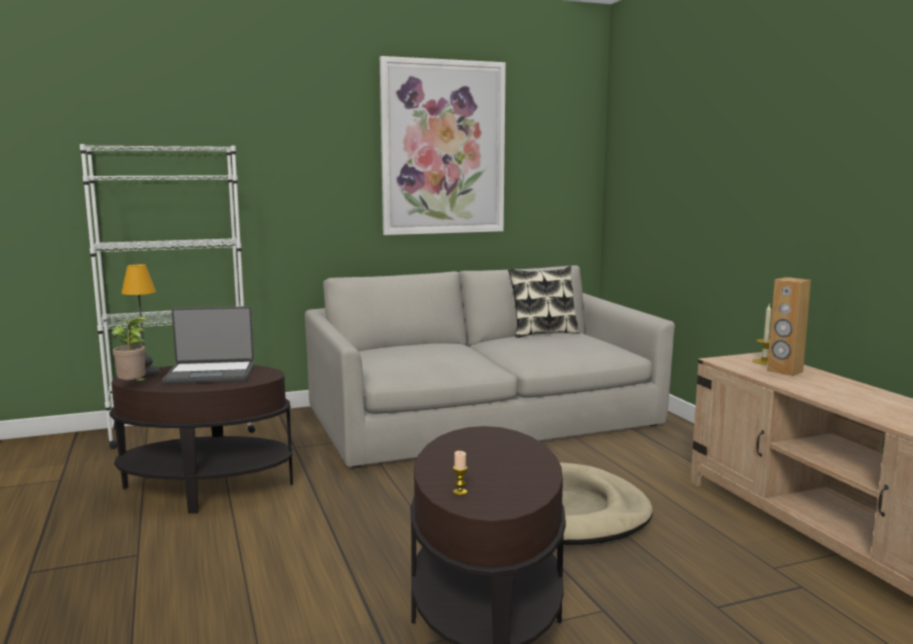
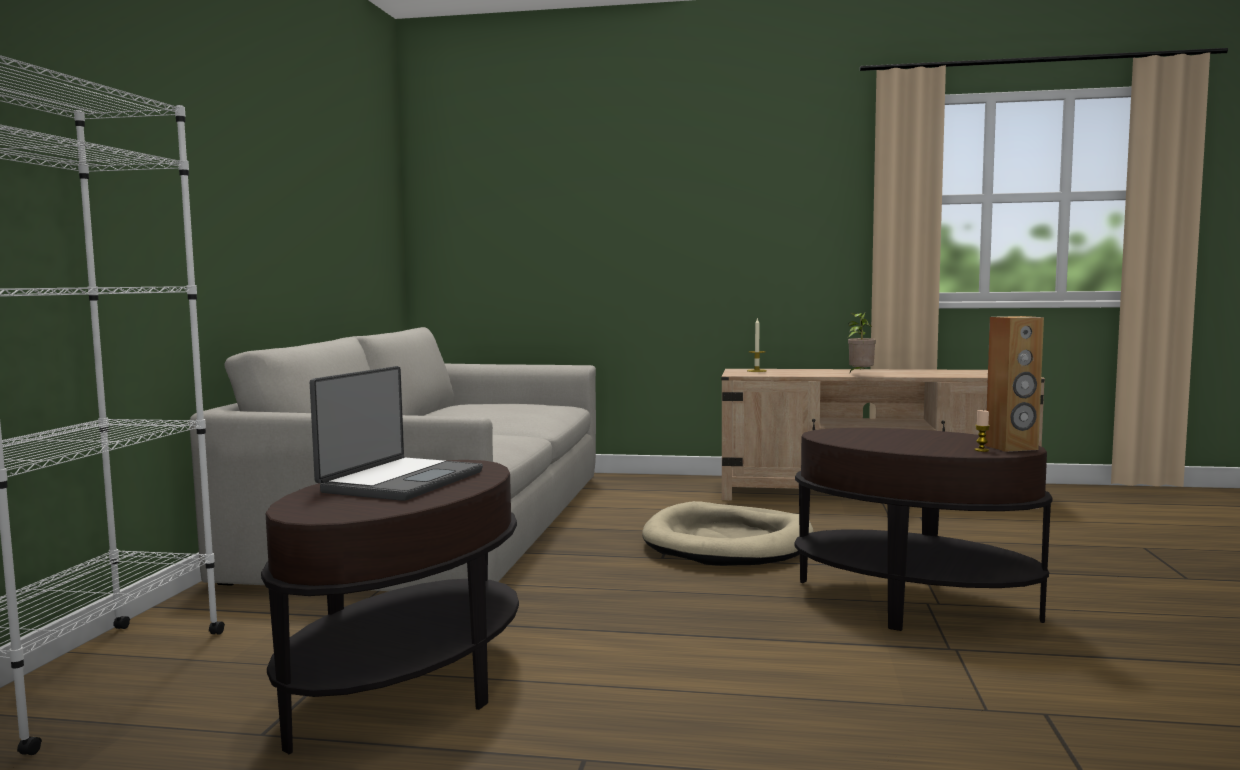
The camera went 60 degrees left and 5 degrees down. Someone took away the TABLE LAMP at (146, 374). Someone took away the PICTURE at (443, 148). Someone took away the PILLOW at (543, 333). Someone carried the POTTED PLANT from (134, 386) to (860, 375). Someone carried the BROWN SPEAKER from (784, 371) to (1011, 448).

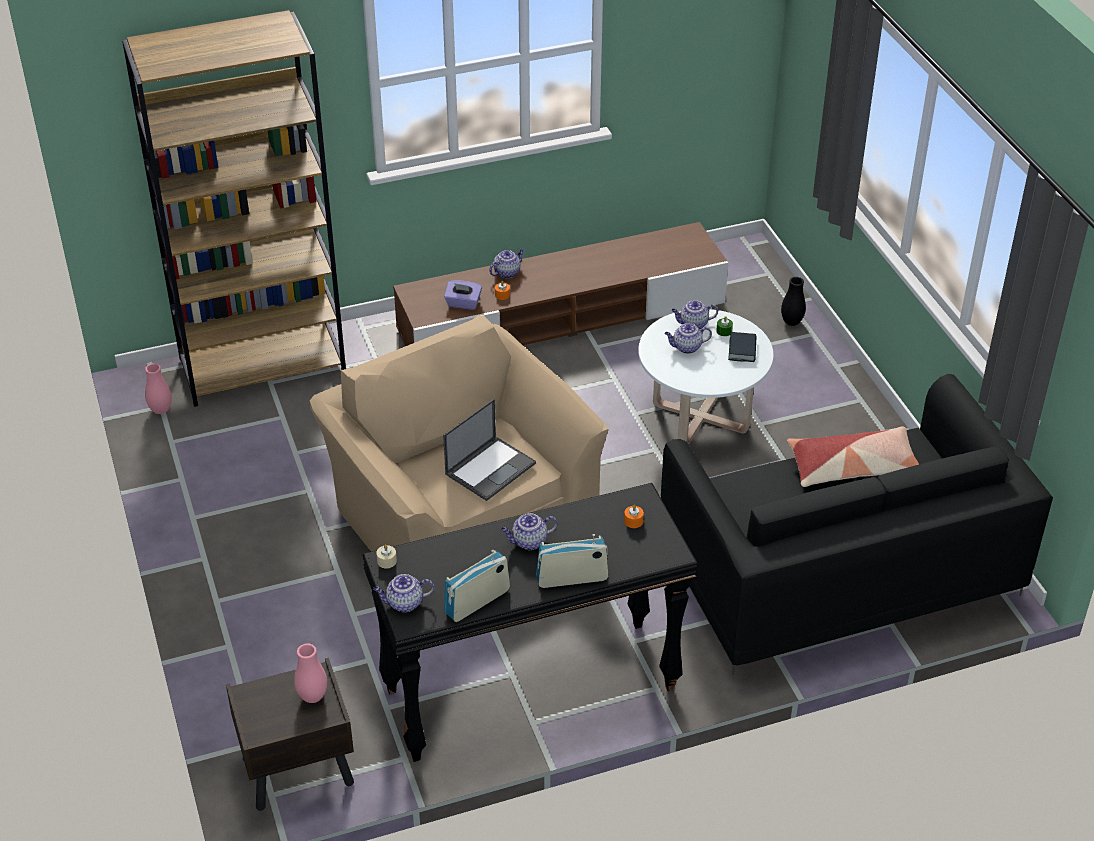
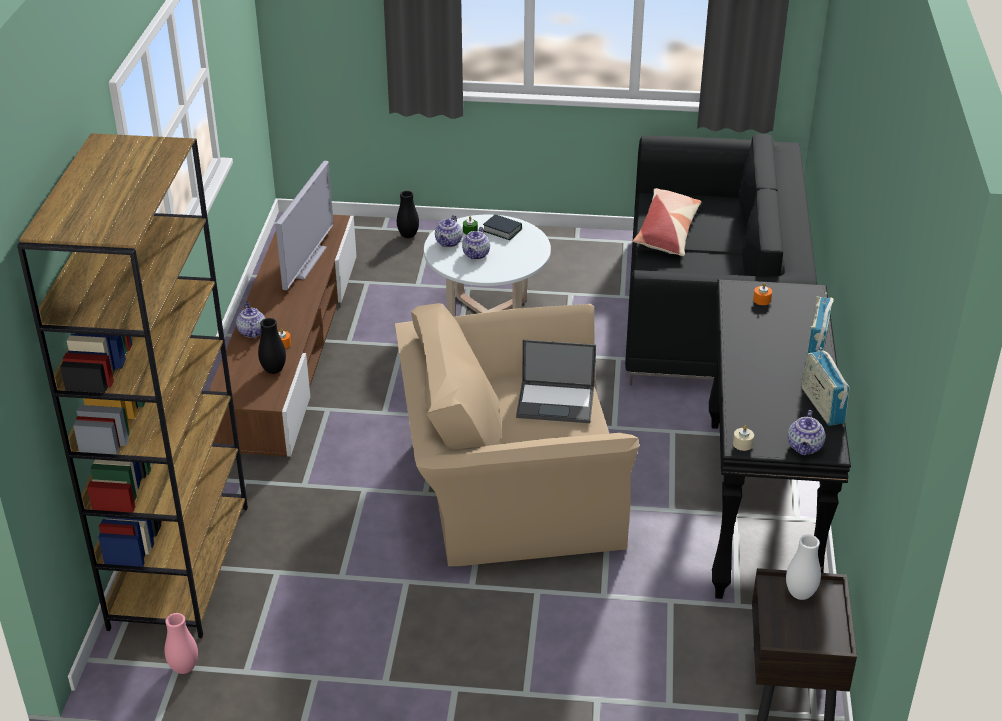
The camera went 65 degrees left and 5 degrees down. Someone took away the TEAPOT at (528, 542). Someone put down the TELEVISION at (305, 261). Someone swapped the PURPLE TISSUE BOX at (463, 304) for the BLACK VASE at (273, 370). Someone repainted the PINK VASE at (312, 697), which became the WHITE VASE at (800, 594). Someone rotated the LAPTOP at (491, 468) by 120 degrees clockwise.

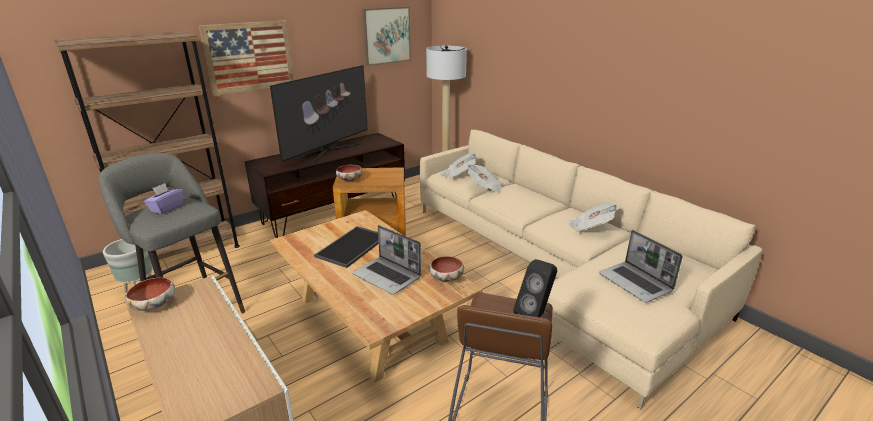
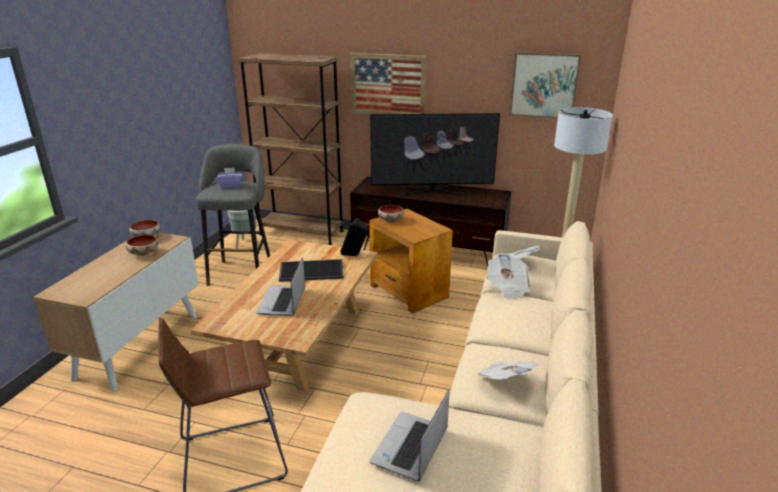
The camera went 55 degrees right and 0 degrees up. Someone carried the BOWL from (446, 278) to (143, 253). Someone carried the BLACK SPEAKER from (535, 317) to (355, 255).

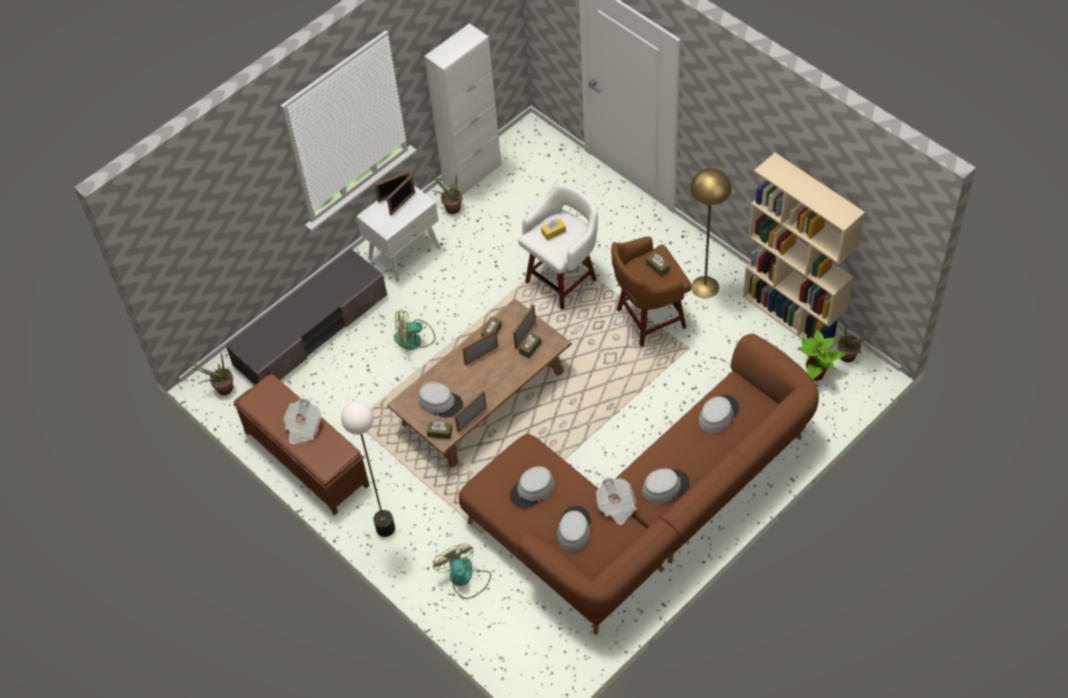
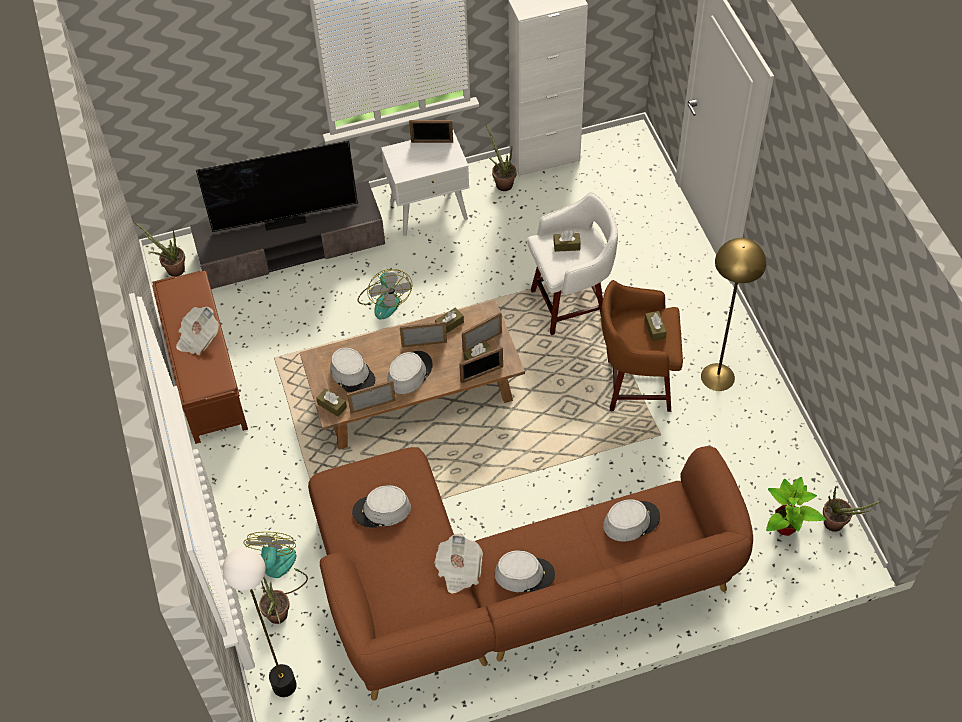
The camera went 25 degrees right and 0 degrees up. Someone took away the BEIGE BOOKCASE at (793, 316). Someone put down the TELEVISION at (285, 218). Someone put down the POTTED PLANT at (277, 619). Someone carried the FLOOR LAMP from (385, 528) to (284, 685). Someone carried the PICTURE FRAME from (402, 203) to (482, 374). Someone carried the GREY HAT from (574, 529) to (409, 373). Someone repainted the YELLOW TISSUE BOX at (553, 232), which became the BROWN TISSUE BOX at (566, 245). Someone rotated the FAN at (414, 339) by 120 degrees counterclockwise.

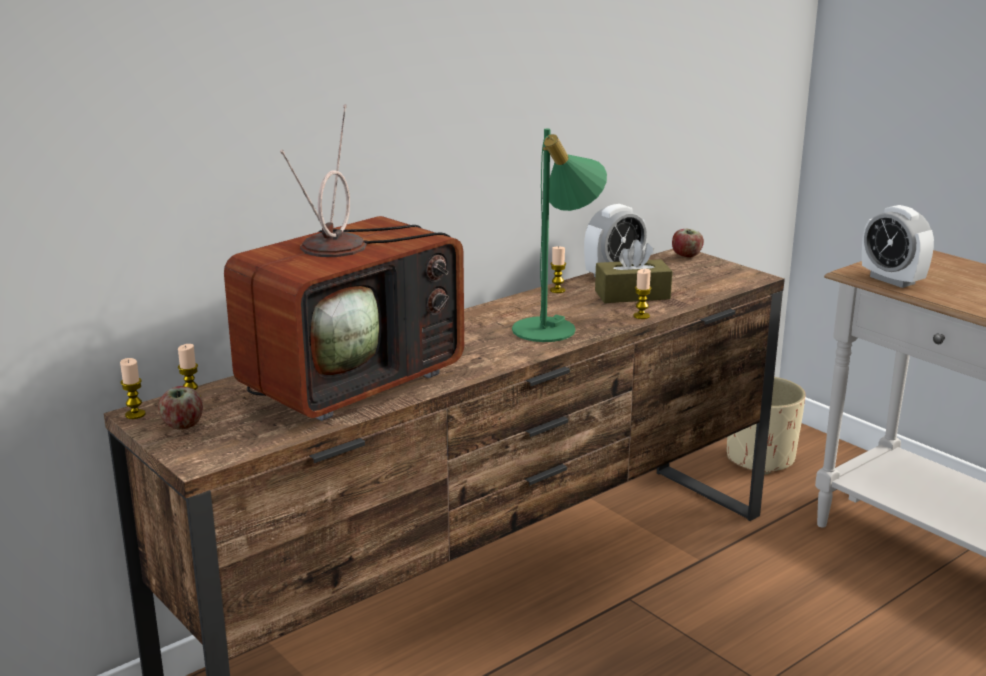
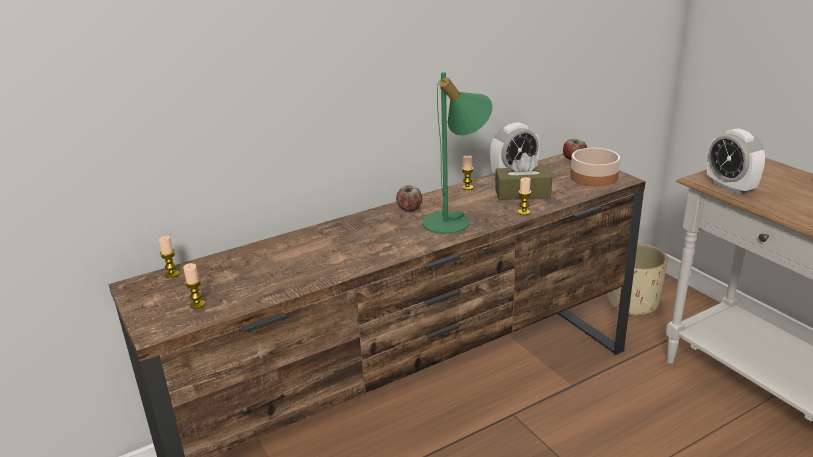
The camera went 10 degrees right and 5 degrees up. Someone took away the TELEVISION at (353, 379). Someone put down the BOWL at (594, 177). Someone carried the CANDLE from (135, 414) to (197, 304). Someone carried the APPLE from (182, 425) to (409, 209).

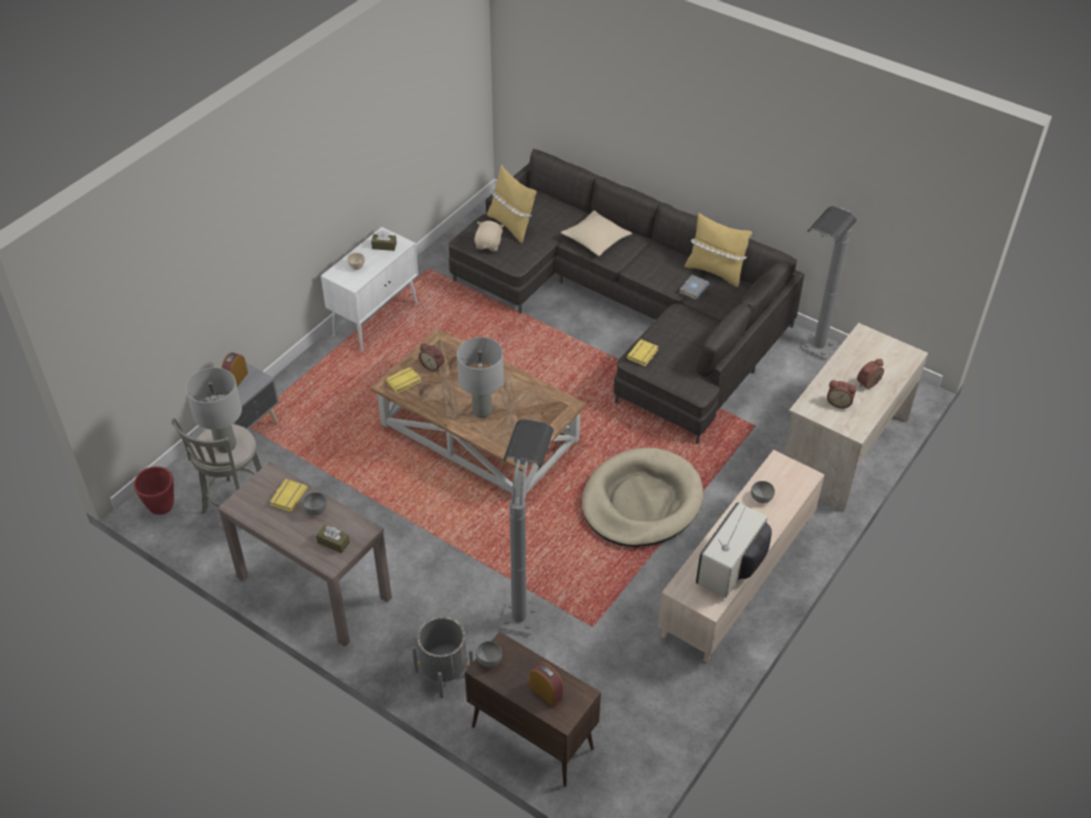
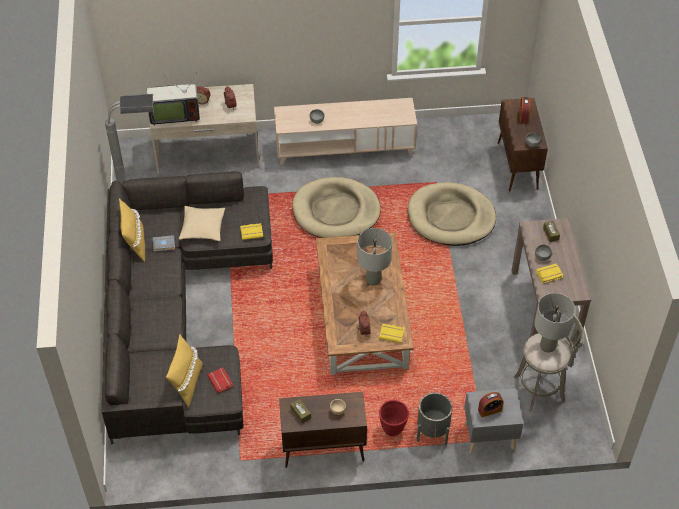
The camera went 130 degrees left and 5 degrees up. Someone carried the RED PLANTER from (161, 507) to (393, 428). Someone carried the GREY PLANTER from (444, 672) to (432, 430). Someone carried the BEIGE PILLOW from (596, 239) to (202, 227). Someone carried the TELEVISION from (733, 567) to (174, 115). Someone swapped the BEIGE PLUSH TOY at (489, 245) for the RED BOOK at (221, 381). Someone swapped the GREY FLOOR LAMP at (524, 600) for the BEIGE DOG BED at (451, 217). Someone repainted the WHITE CABINET at (376, 319), which became the BROWN CABINET at (322, 449).

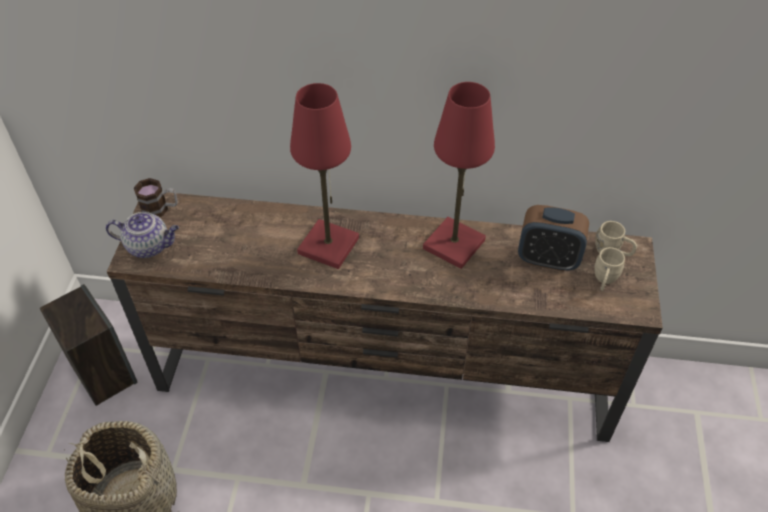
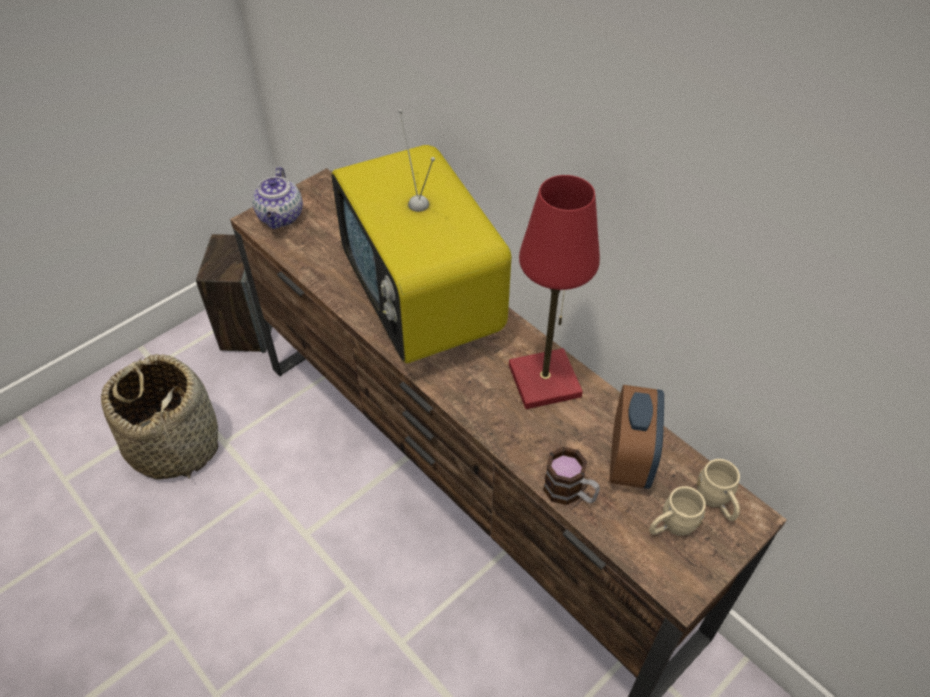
The camera went 40 degrees right and 0 degrees up. Someone carried the MUG from (160, 209) to (570, 492). Someone swapped the RED TABLE LAMP at (329, 246) for the TELEVISION at (424, 307). Someone rotated the TEAPOT at (149, 246) by 45 degrees clockwise. Someone rotated the ALARM CLOCK at (548, 259) by 135 degrees counterclockwise.

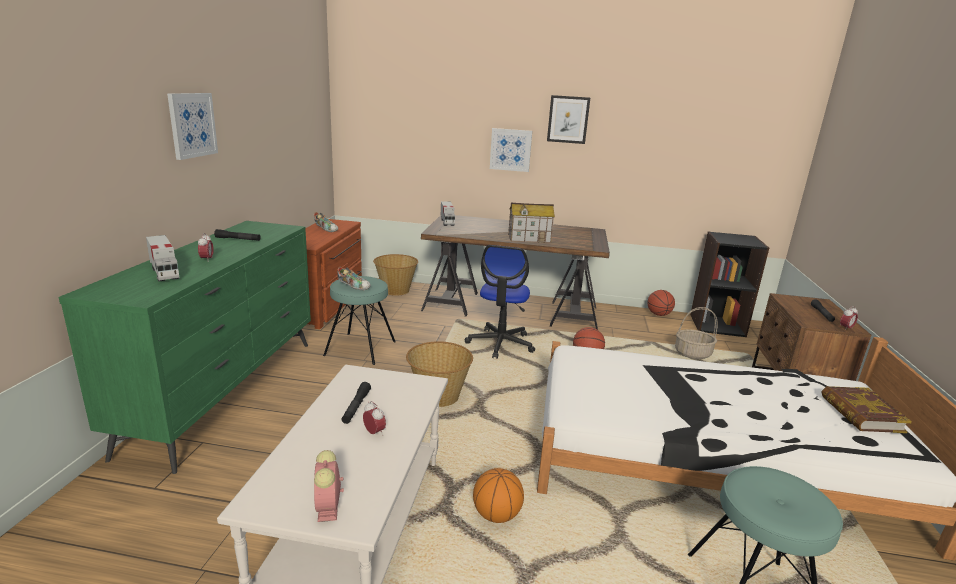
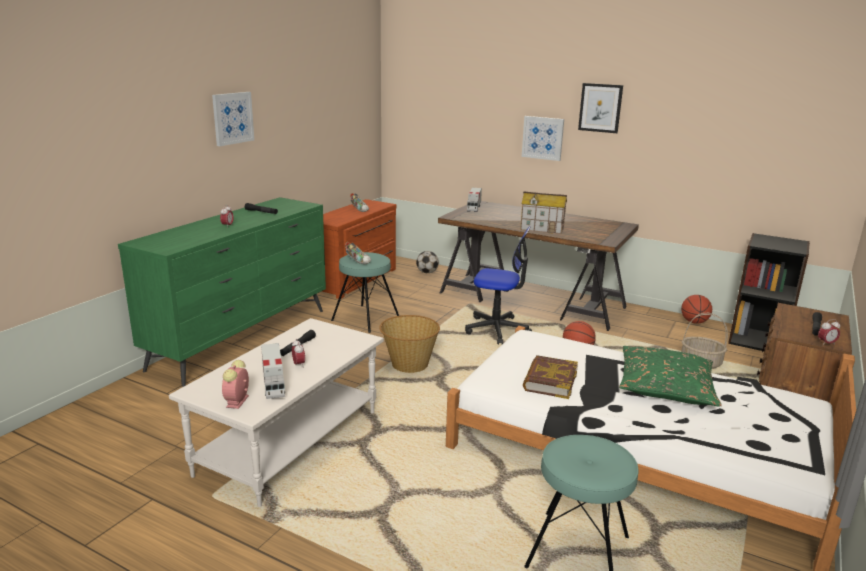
The camera went 20 degrees right and 0 degrees up. Someone took away the BASKETBALL at (496, 515). Someone put down the GREEN PILLOW at (665, 387). Someone carried the TOY TRUCK from (164, 272) to (273, 384). Someone carried the BOOK from (860, 414) to (549, 381). Someone swapped the BASKET at (395, 290) for the FOOTBALL at (427, 272). Someone rotated the OFFICE CHAIR at (500, 344) by 105 degrees counterclockwise.

